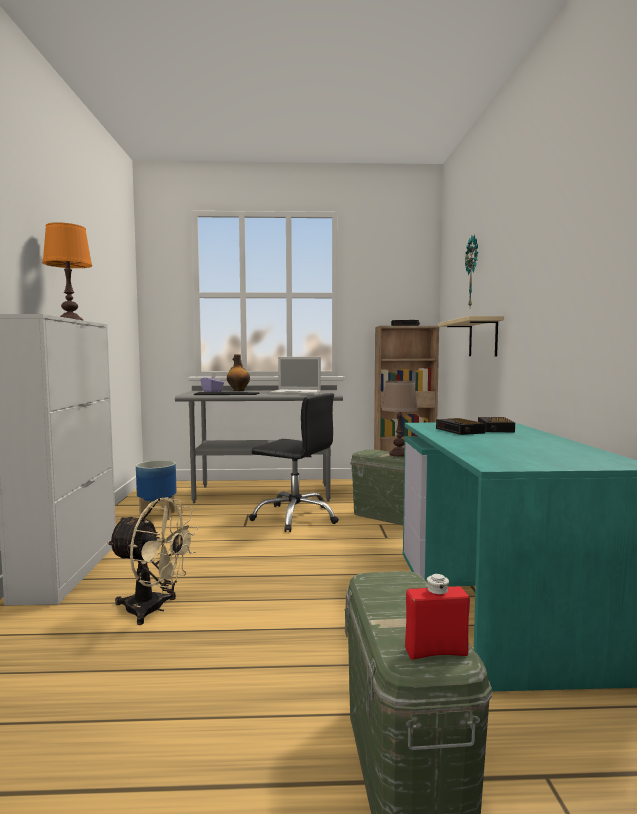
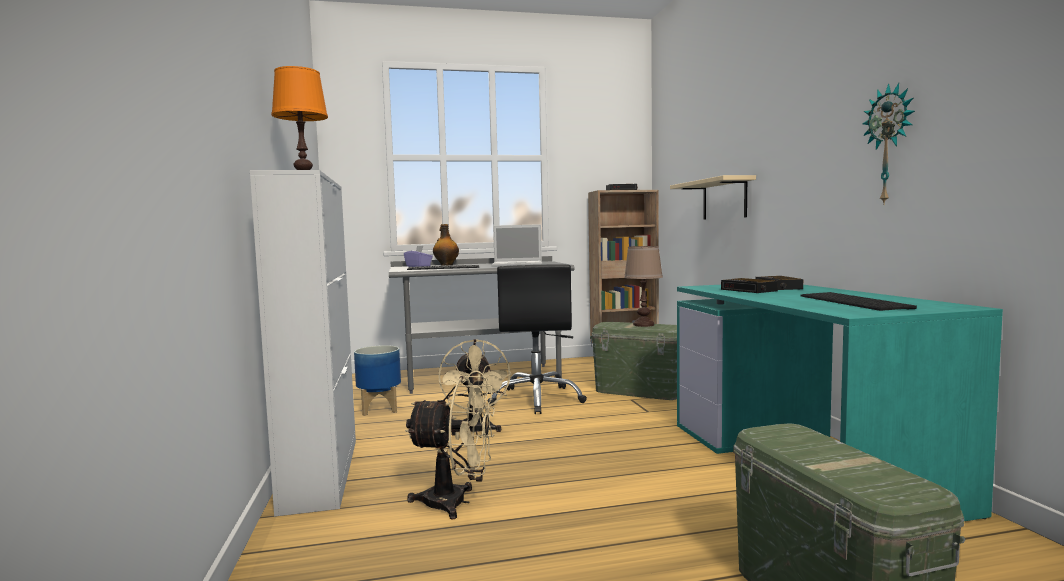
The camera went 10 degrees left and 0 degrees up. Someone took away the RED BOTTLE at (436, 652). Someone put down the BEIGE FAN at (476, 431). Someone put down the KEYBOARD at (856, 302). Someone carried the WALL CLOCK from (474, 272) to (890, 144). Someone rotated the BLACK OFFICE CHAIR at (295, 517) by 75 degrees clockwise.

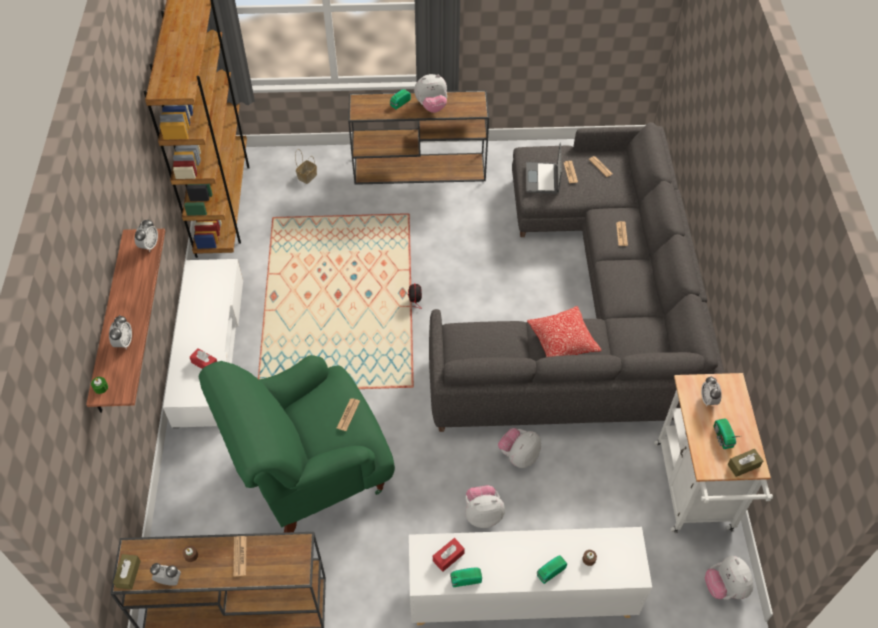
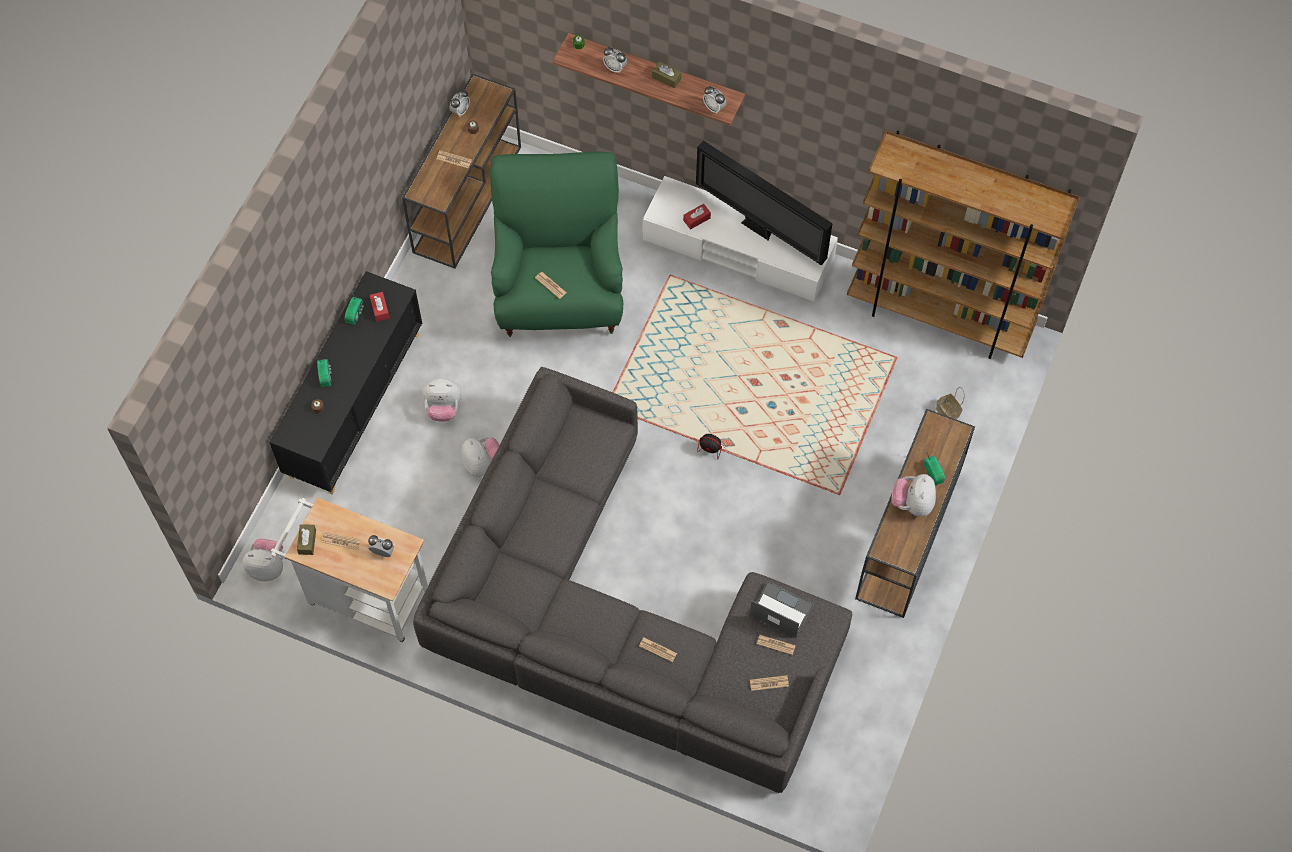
The camera went 115 degrees right and 10 degrees up. Someone took away the PILLOW at (562, 341). Someone put down the TELEVISION at (759, 230). Someone carried the BROWN TISSUE BOX from (128, 574) to (666, 78). Someone swapped the RADIO at (722, 438) for the NEWSPAPER at (341, 541). Someone repainted the WHITE CABINET at (520, 596), which became the BLACK CABINET at (355, 404). Someone rotated the PLUSH TOY at (483, 514) by 75 degrees clockwise.

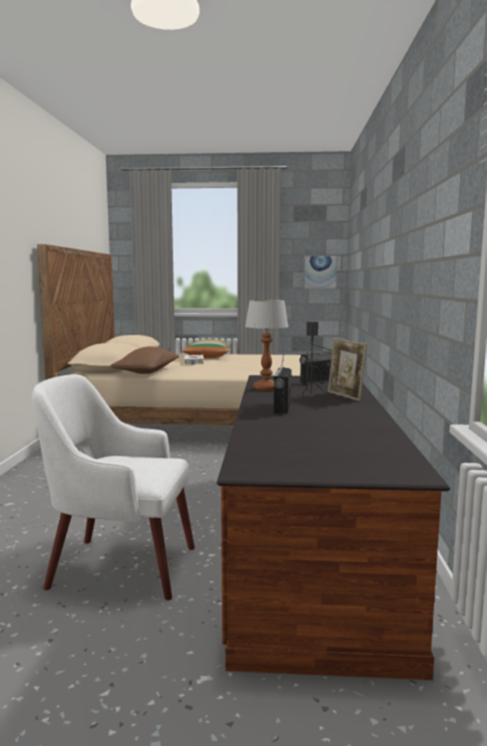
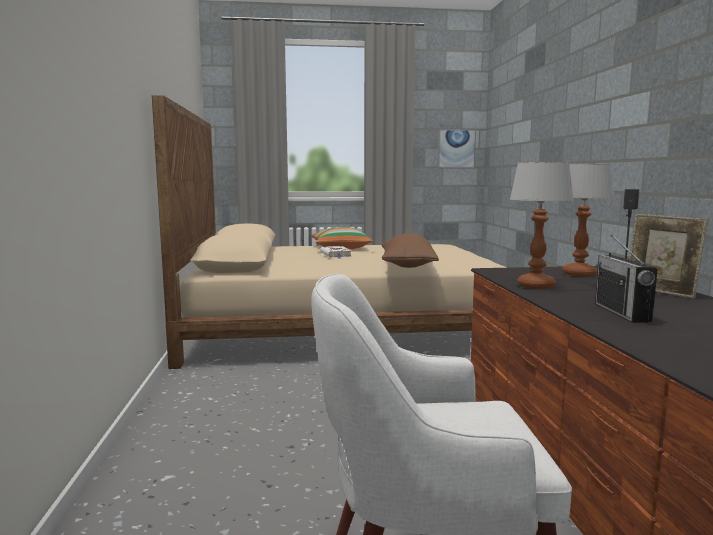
The camera went 10 degrees left and 0 degrees up. Someone carried the BROWN PILLOW from (147, 372) to (407, 265). Someone swapped the RADIO at (319, 381) for the TABLE LAMP at (578, 274).

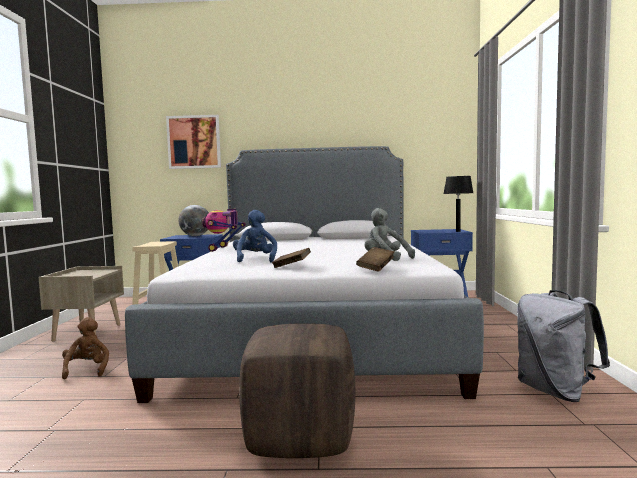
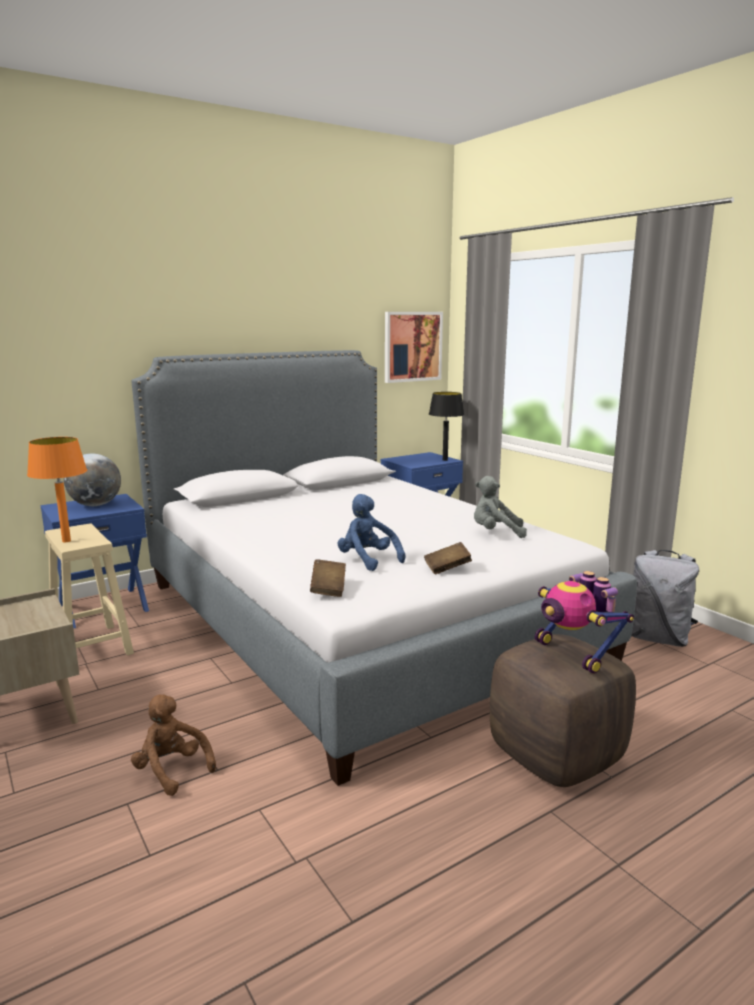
The camera went 35 degrees left and 10 degrees up. Someone put down the ORANGE TABLE LAMP at (66, 541). Someone carried the PICTURE from (194, 142) to (412, 346). Someone carried the TOY ROBOT from (223, 249) to (574, 654). Someone carried the BROWN BOOK from (376, 268) to (328, 589).

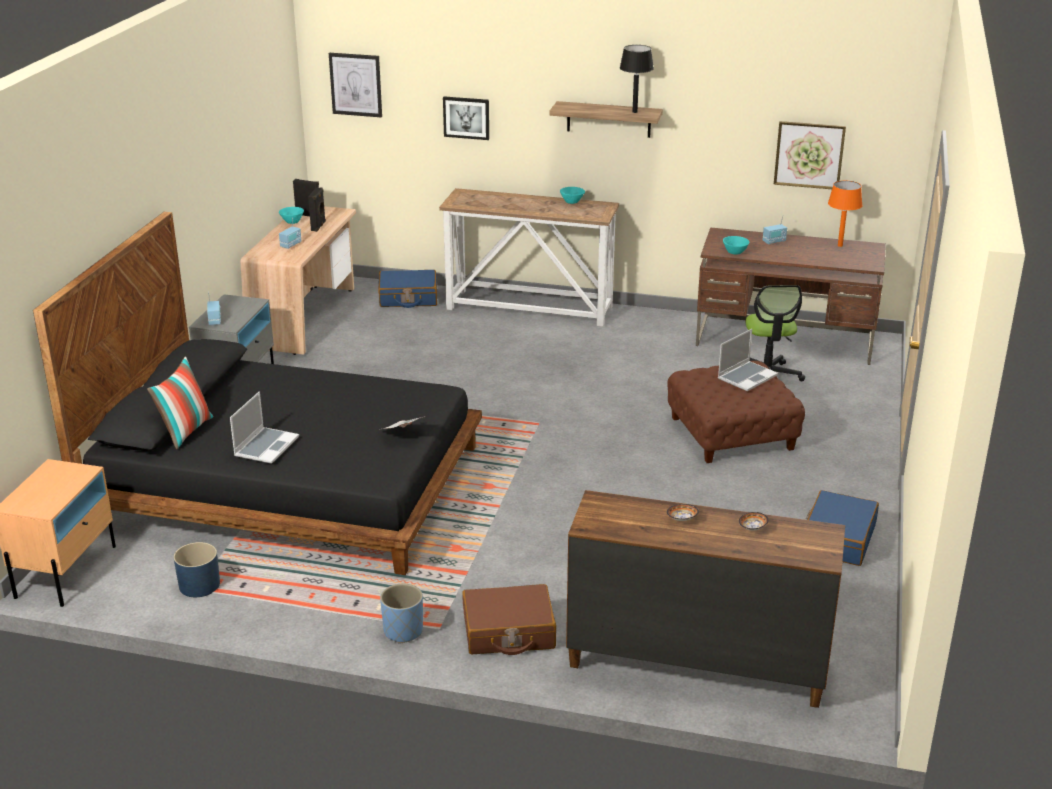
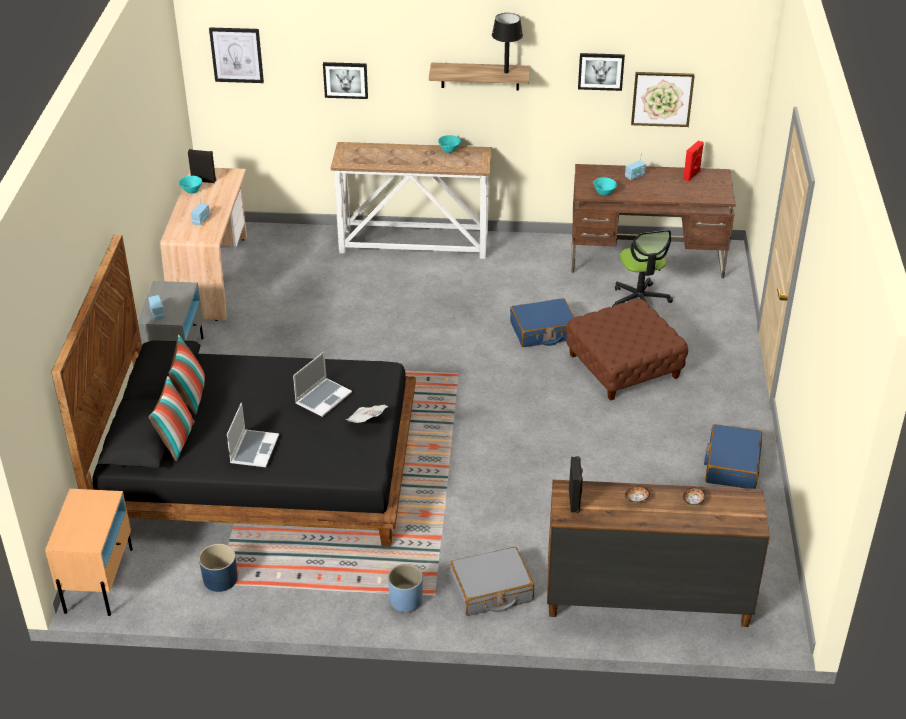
The camera went 10 degrees left and 10 degrees up. Someone put down the PILLOW at (190, 396). Someone put up the PICTURE at (601, 71). Someone carried the BLACK SPEAKER from (319, 226) to (575, 501). Someone carried the BLUE SUITCASE from (408, 298) to (543, 331). Someone carried the LAPTOP from (747, 377) to (323, 398). Someone swapped the ORANGE TABLE LAMP at (840, 245) for the RED SPEAKER at (692, 175). Someone repainted the BROWN SUITCASE at (508, 632), which became the GREY SUITCASE at (491, 590).

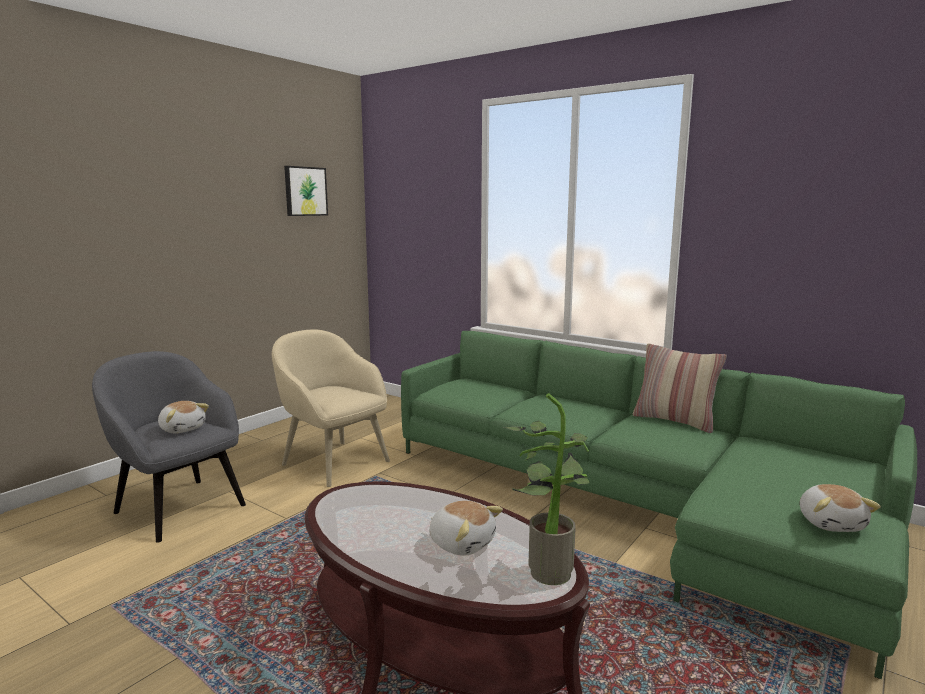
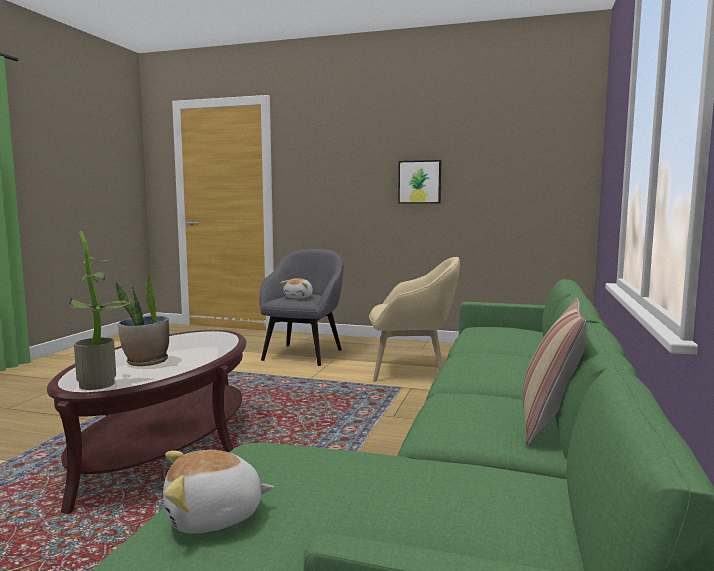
The camera went 70 degrees right and 5 degrees down. Someone carried the PICTURE from (305, 191) to (419, 182). Someone swapped the PLUSH TOY at (462, 543) for the POTTED PLANT at (146, 362). Someone rotated the BEIGE ARMCHAIR at (334, 462) by 75 degrees clockwise.

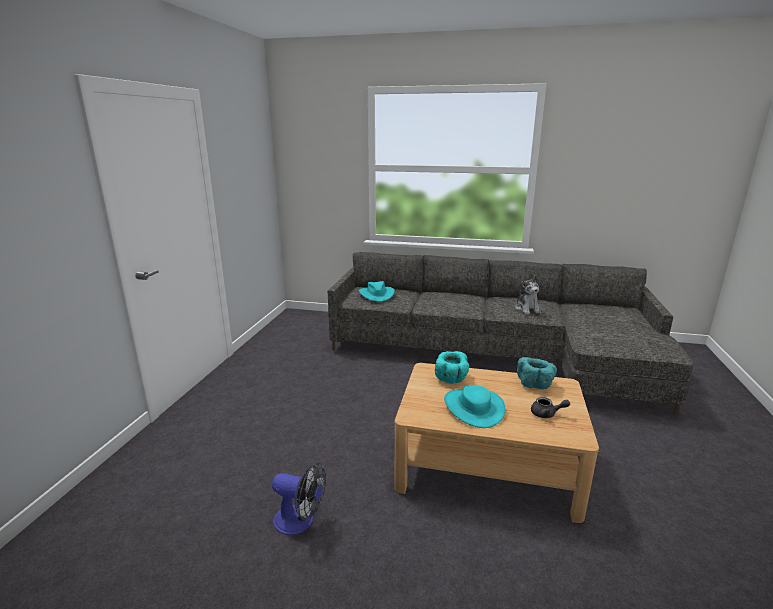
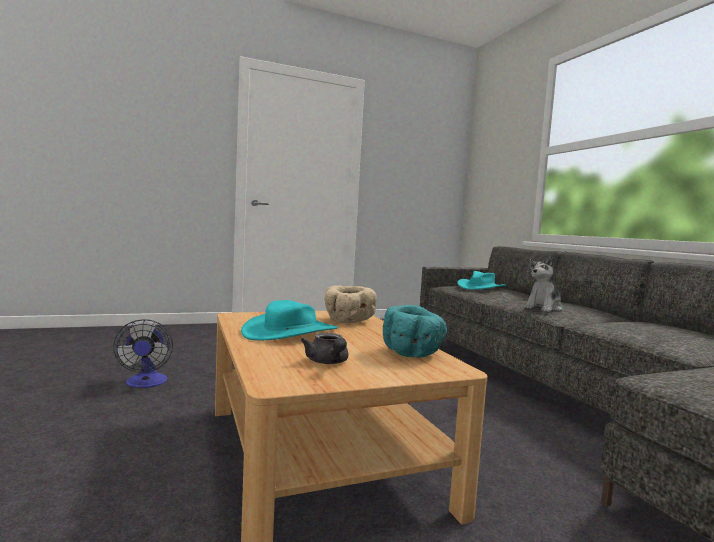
The camera went 55 degrees right and 15 degrees down. Someone carried the PLUSH TOY from (527, 309) to (543, 308). Someone repainted the TURQUOISE BOWL at (451, 379), which became the BEIGE BOWL at (348, 321).

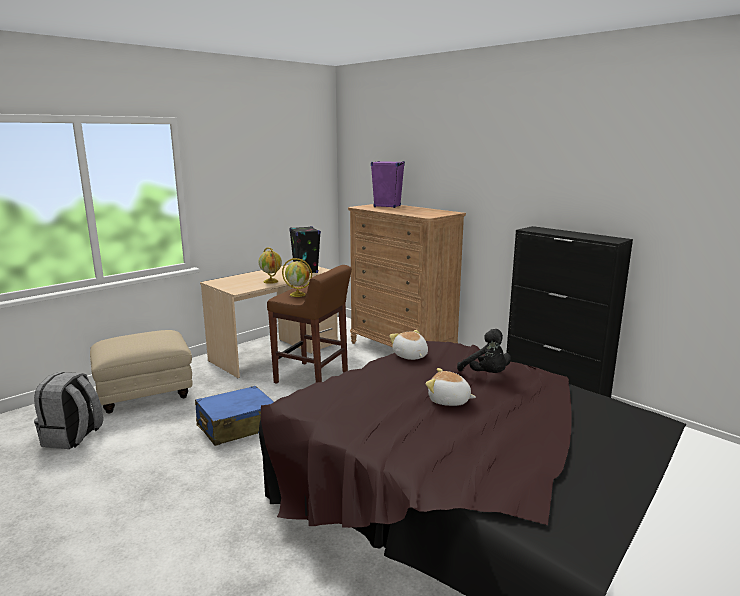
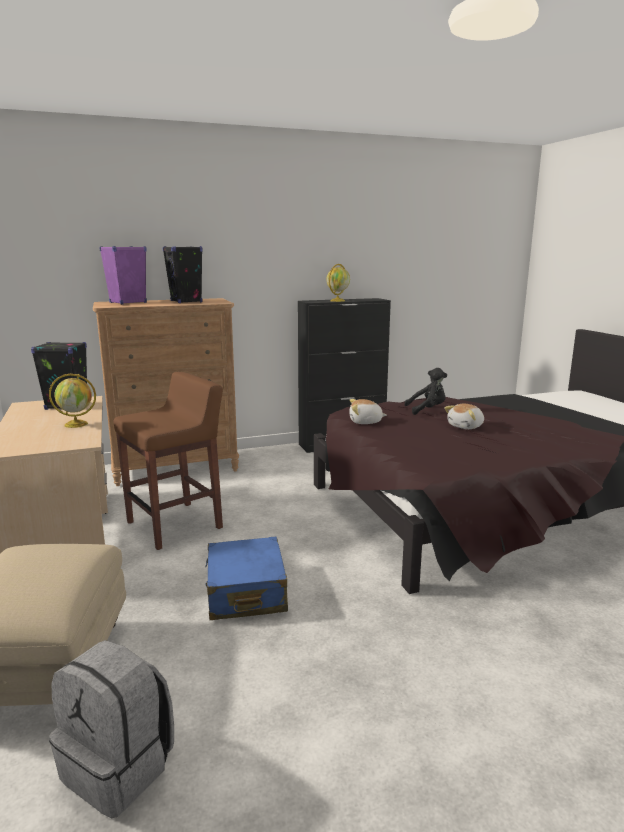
The camera went 65 degrees left and 0 degrees up. Someone put down the BLACK SPEAKER at (186, 301). Someone carried the GLOBE from (298, 294) to (337, 301).

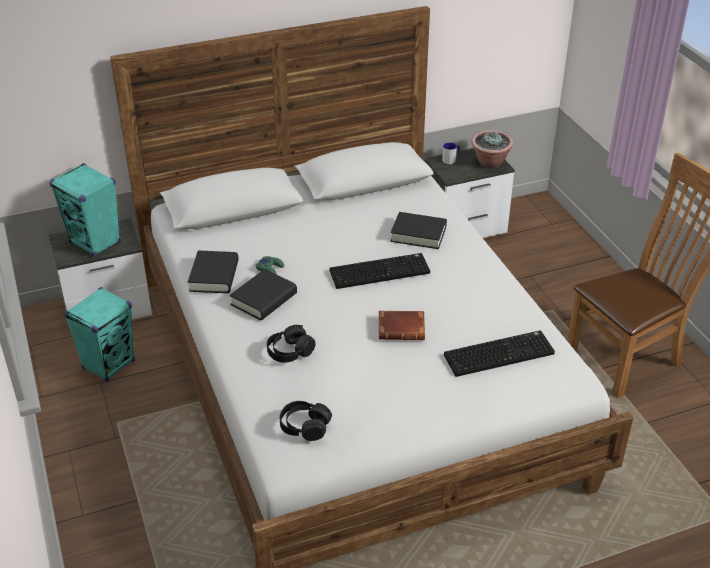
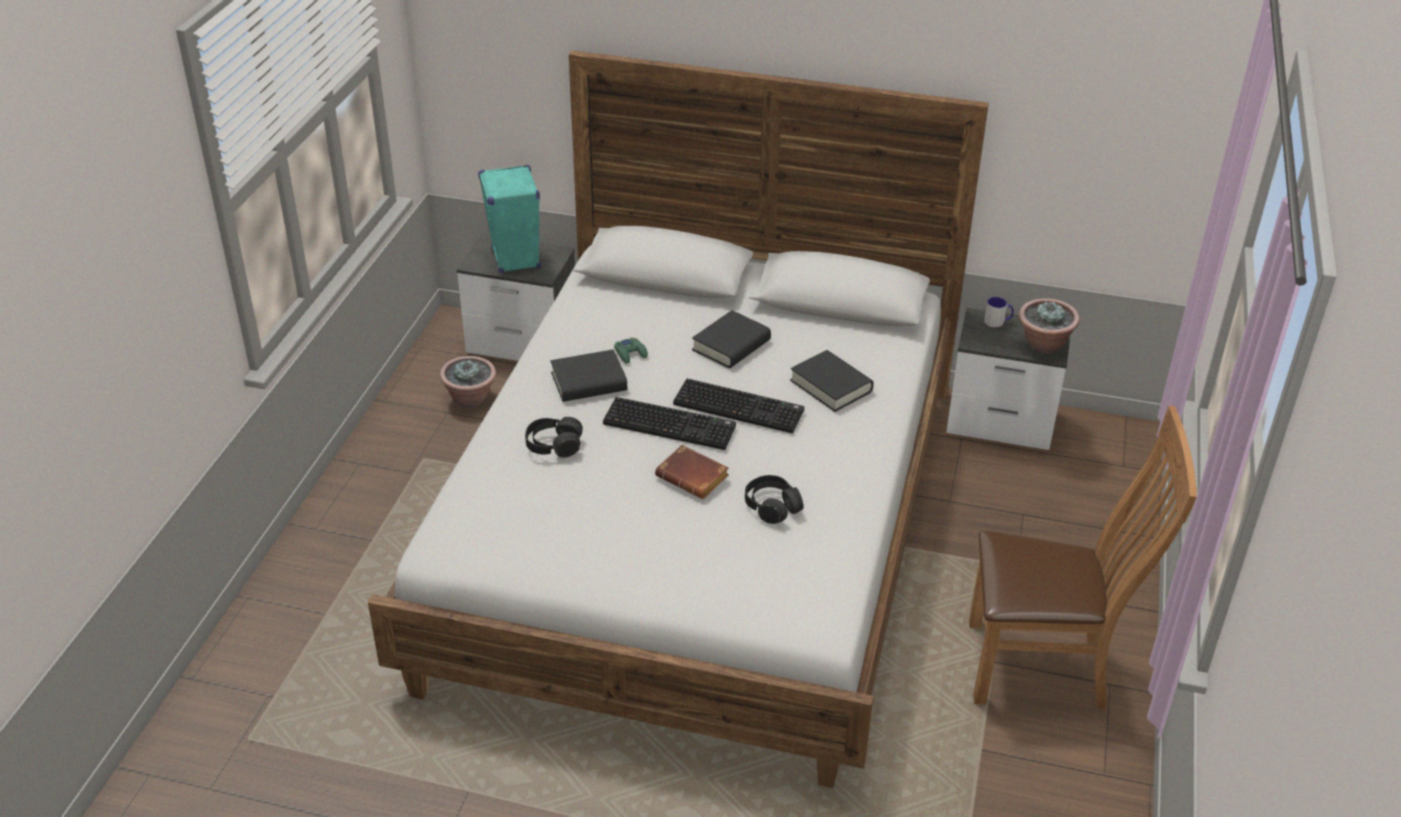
The camera went 35 degrees right and 0 degrees up. Someone carried the BLACK BOOK from (214, 276) to (731, 345). Someone carried the BLACK HEADPHONES from (305, 426) to (772, 507). Someone carried the KEYBOARD from (499, 353) to (671, 424). Someone swapped the TURQUOISE SPEAKER at (109, 364) for the POTTED PLANT at (470, 399).

